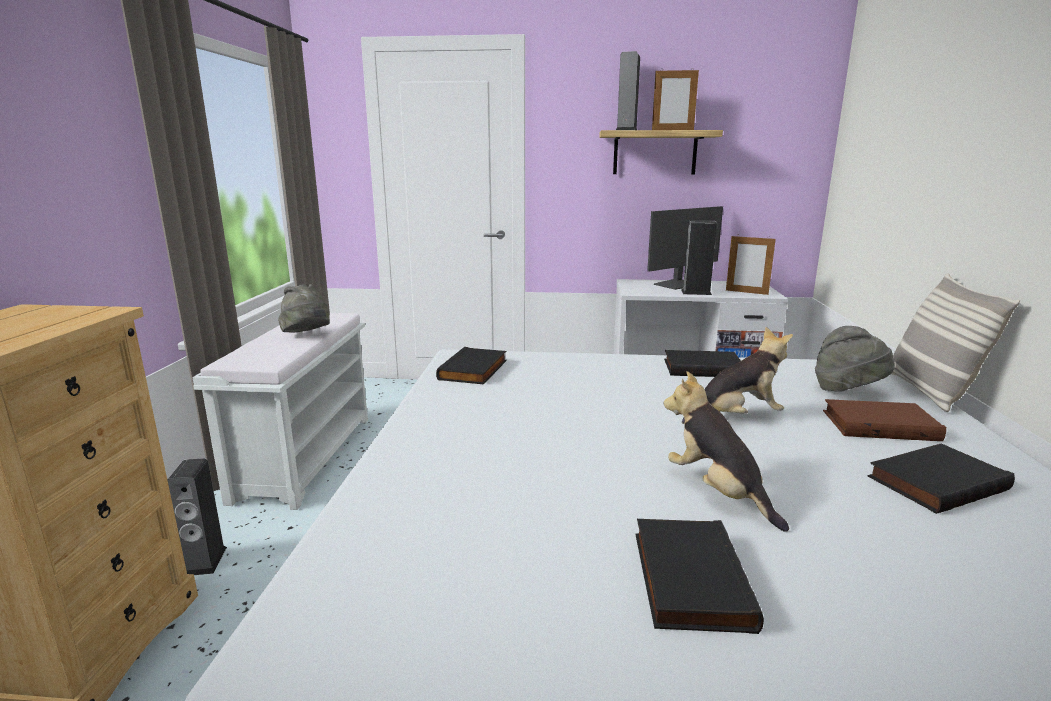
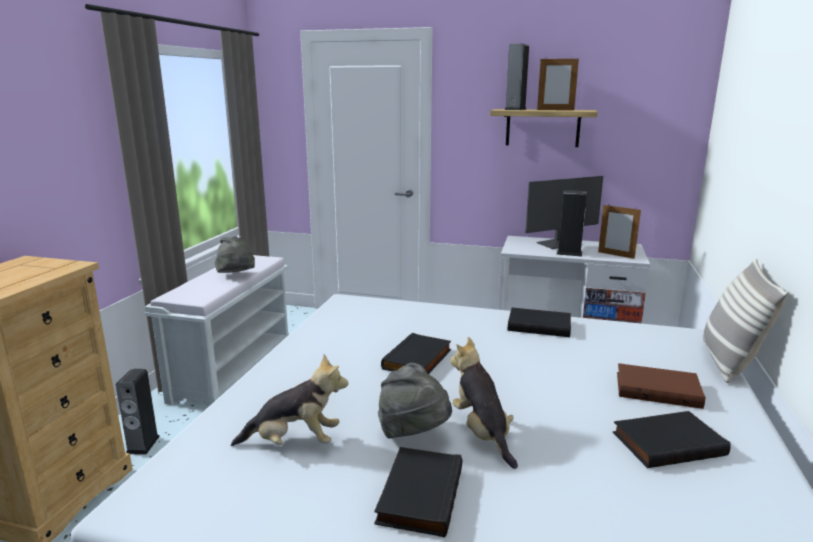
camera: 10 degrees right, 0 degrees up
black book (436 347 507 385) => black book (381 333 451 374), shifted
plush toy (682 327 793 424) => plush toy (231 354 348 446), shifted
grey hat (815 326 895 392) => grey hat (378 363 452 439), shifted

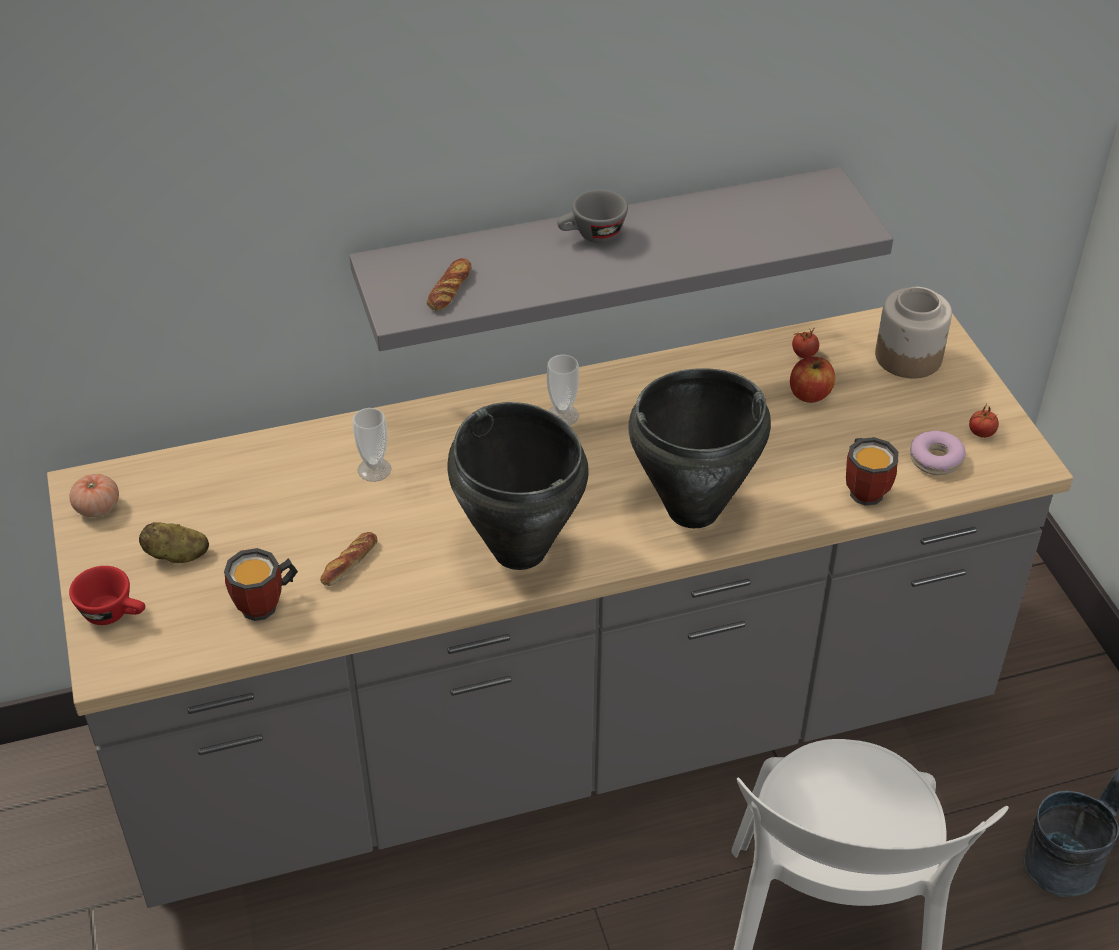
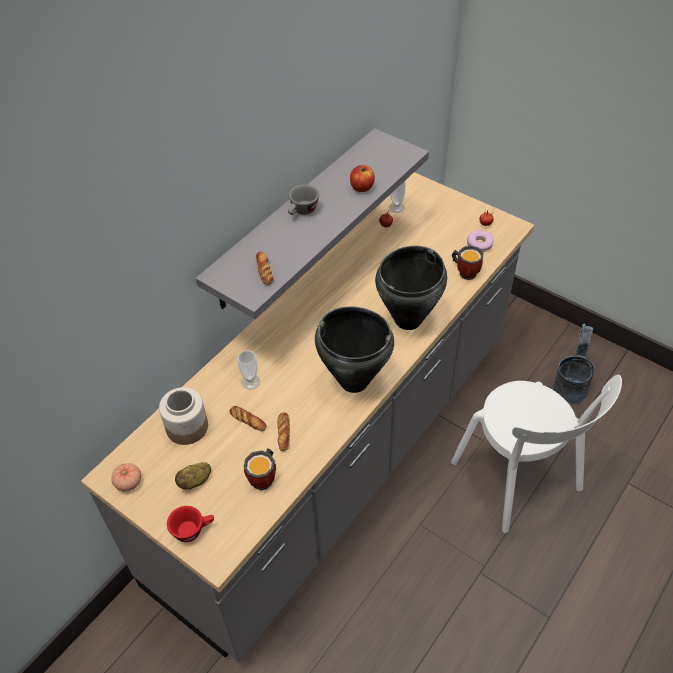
camera: 35 degrees left, 5 degrees up
nothing => bread (230 406 267 431)
cup (547 354 579 426) => cup (389 181 406 213), shifted
apple (790 357 835 403) => apple (350 165 375 192), shifted
jar (875 287 952 378) => jar (159 387 208 445), shifted

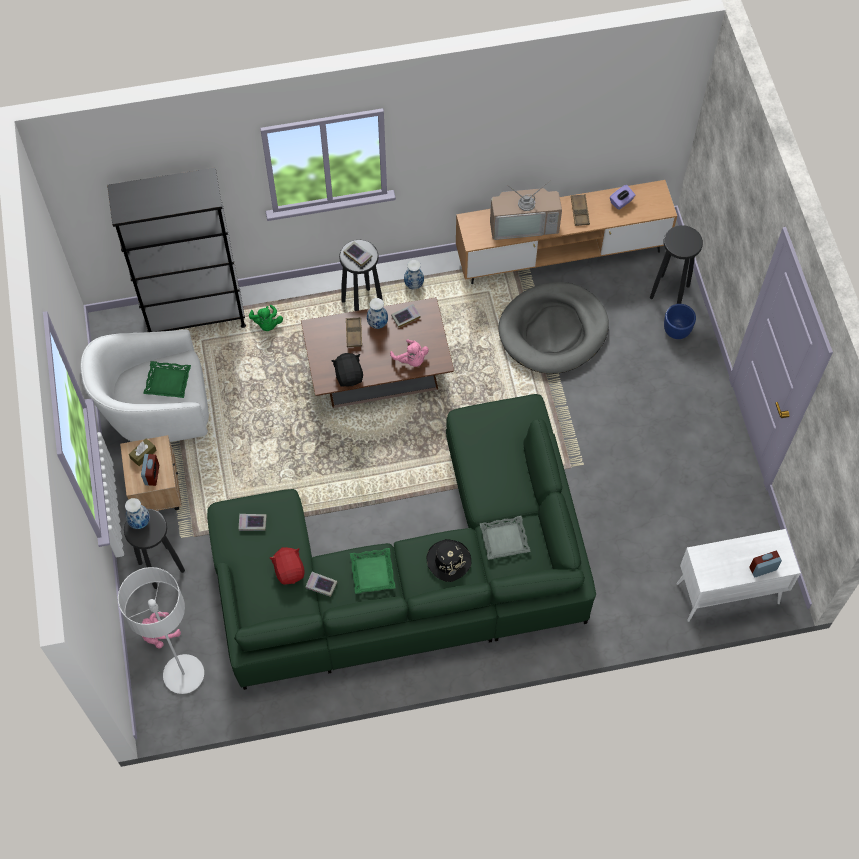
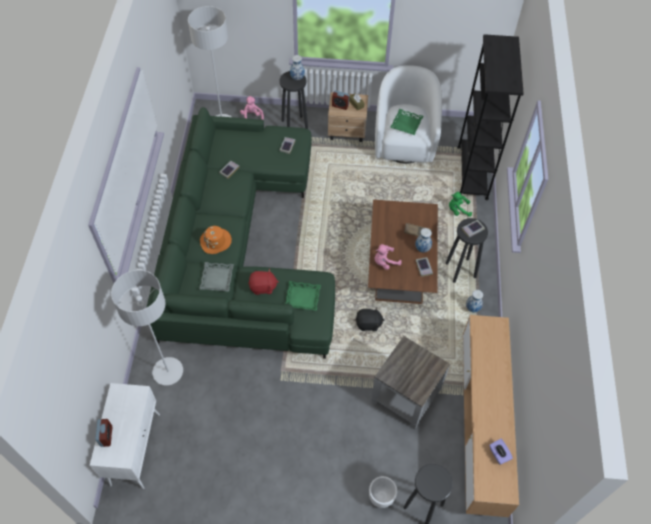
camera: 105 degrees right, 5 degrees down
television (490 180 562 240) => nothing
brown tray (571 194 590 226) => nothing
nothing => grey floor lamp (111 270 183 385)
red plush toy (270 547 305 585) => red plush toy (248 269 279 295), shifted
black plush toy (332 353 363 387) => black plush toy (356 308 385 331), shifted
green tray (350 548 396 594) => green tray (285 281 321 311), shifted
grey dog bed (498 282 609 374) => grey side table (371 336 450 430)
black hat (427 539 471 582) => orange hat (200 226 232 254)
blue planter (664 304 696 339) => white planter (369 476 397 508)

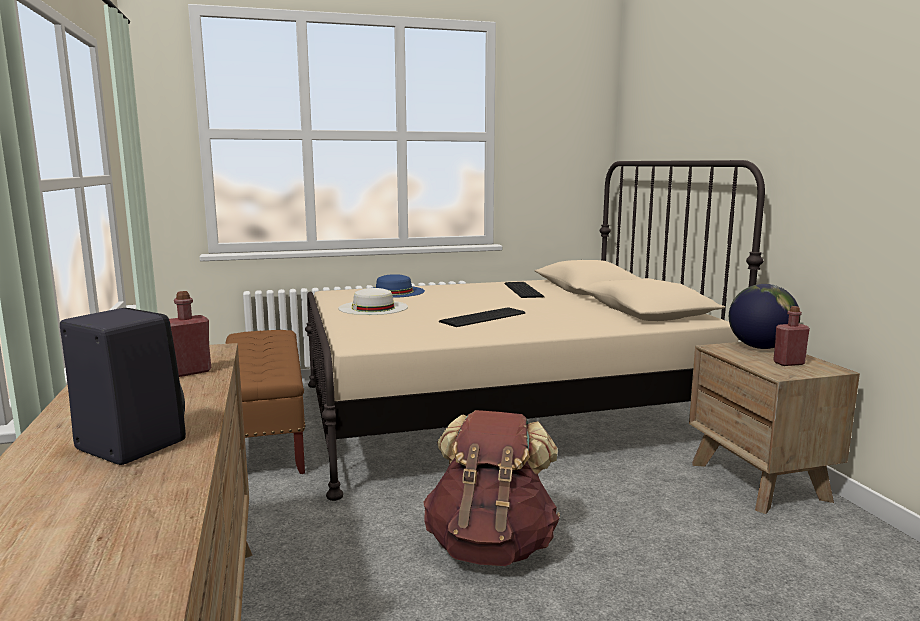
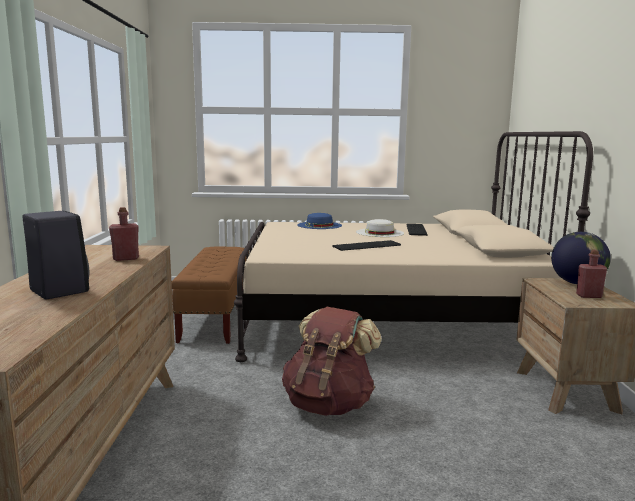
camera: 15 degrees right, 0 degrees up
white hat (338 288 408 315) => white hat (356 219 404 237), shifted

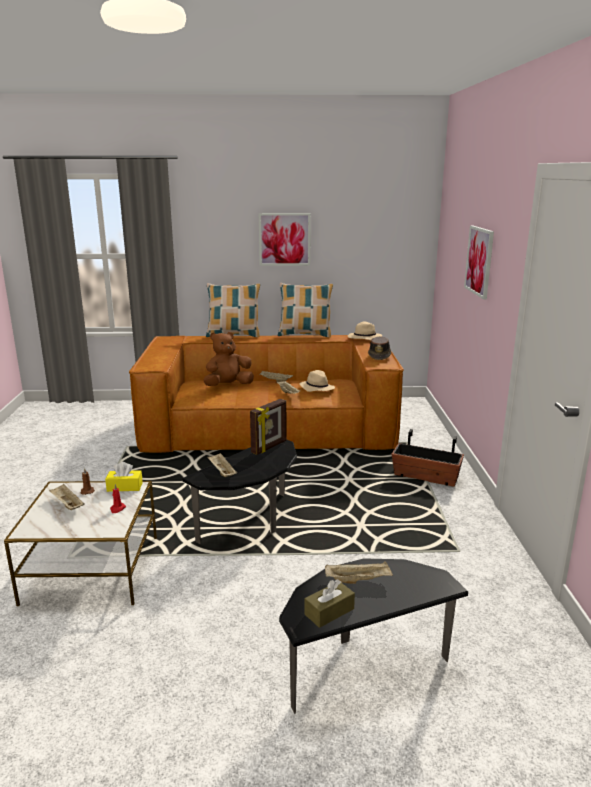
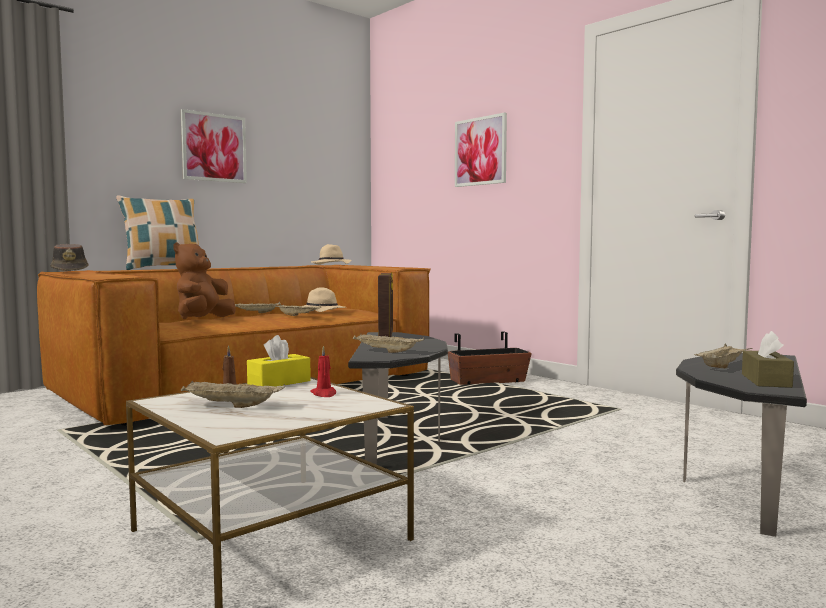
camera: 40 degrees left, 15 degrees down
pillow (278 283 333 338) => nothing
brown hat (368 336 392 360) => brown hat (50 244 89 271), shifted

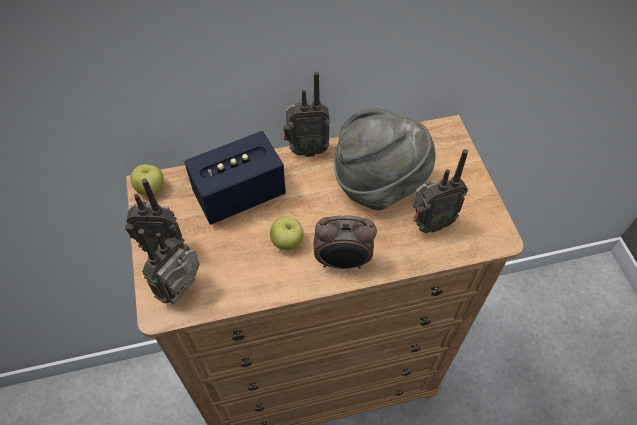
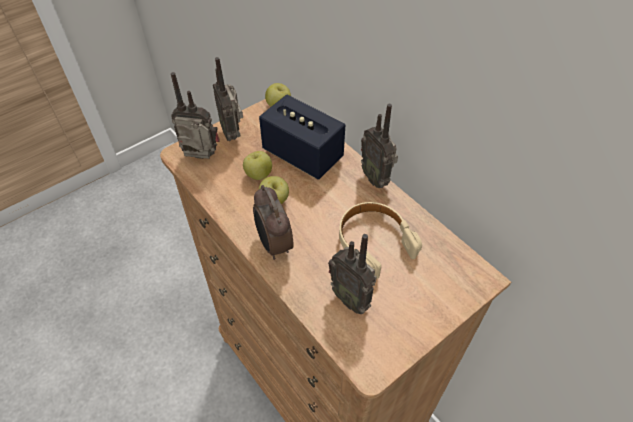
camera: 65 degrees right, 5 degrees down
nothing => apple (243 151 272 180)
grey hat (334 108 436 210) => beige headphones (339 202 422 279)

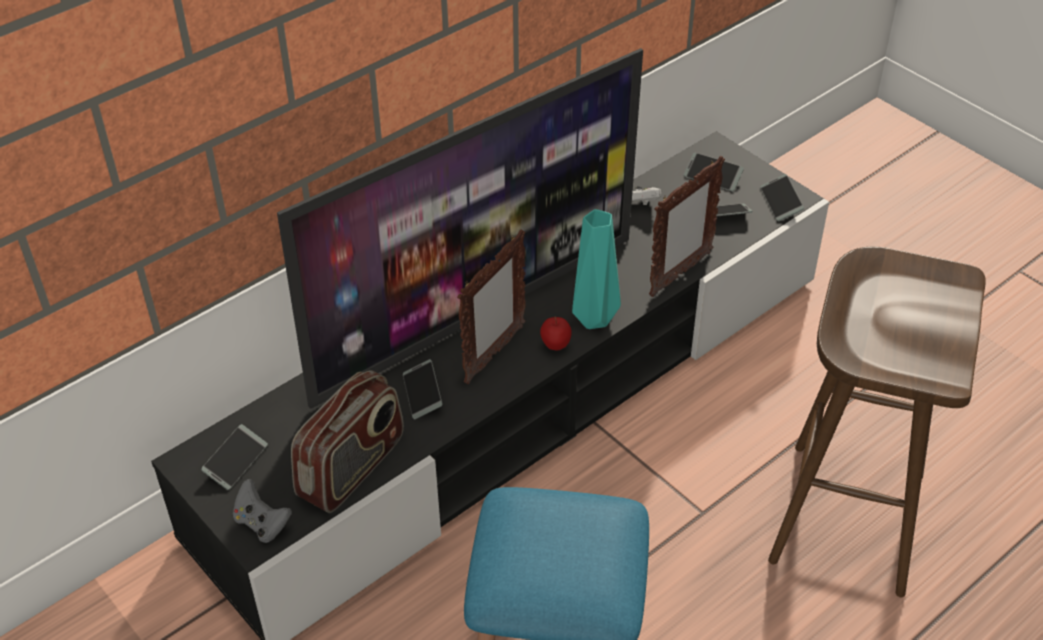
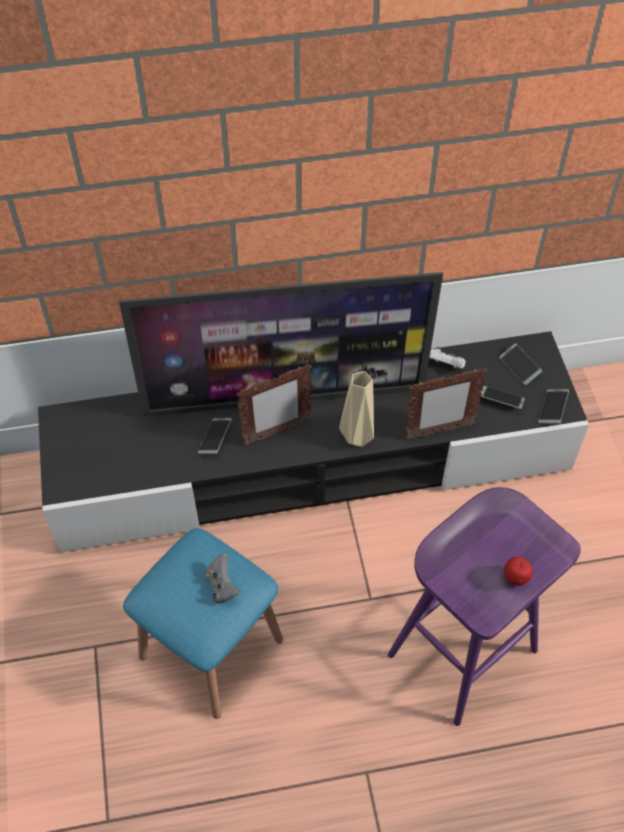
camera: 30 degrees right, 10 degrees up
phone (201 424 268 490) => nothing
radio (291 370 404 513) => nothing
grey game controller (233 479 292 543) => grey game controller (205 553 240 604), shifted
apple (540 316 572 350) => apple (504 557 532 586), shifted
turquoise vase (572 209 621 329) => beige vase (339 371 374 447)
brown stool (768 247 986 597) => purple stool (388 487 581 726)

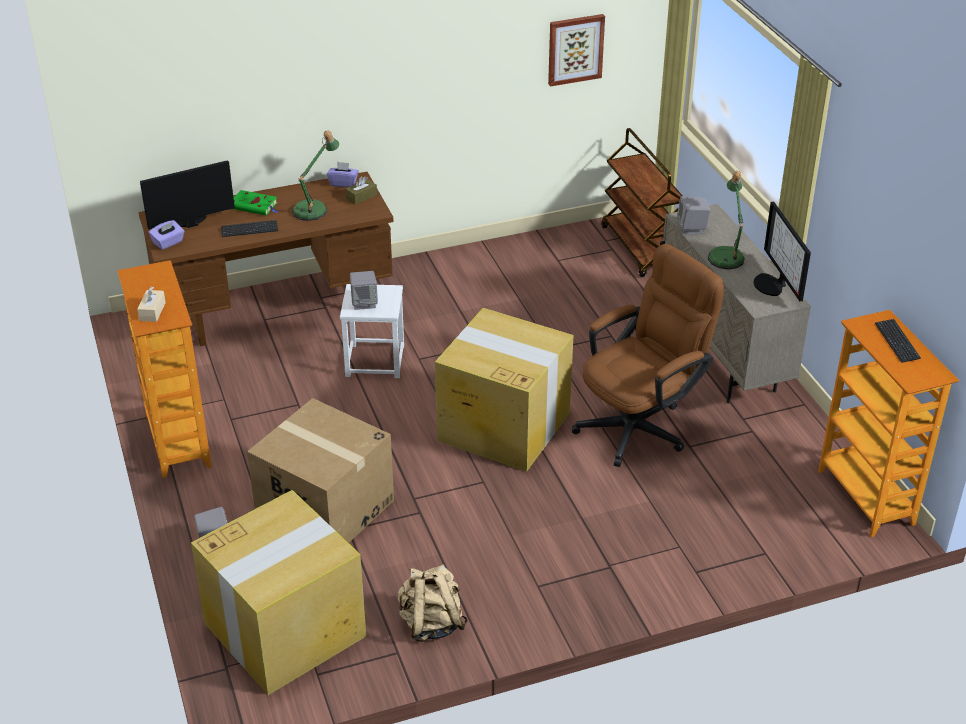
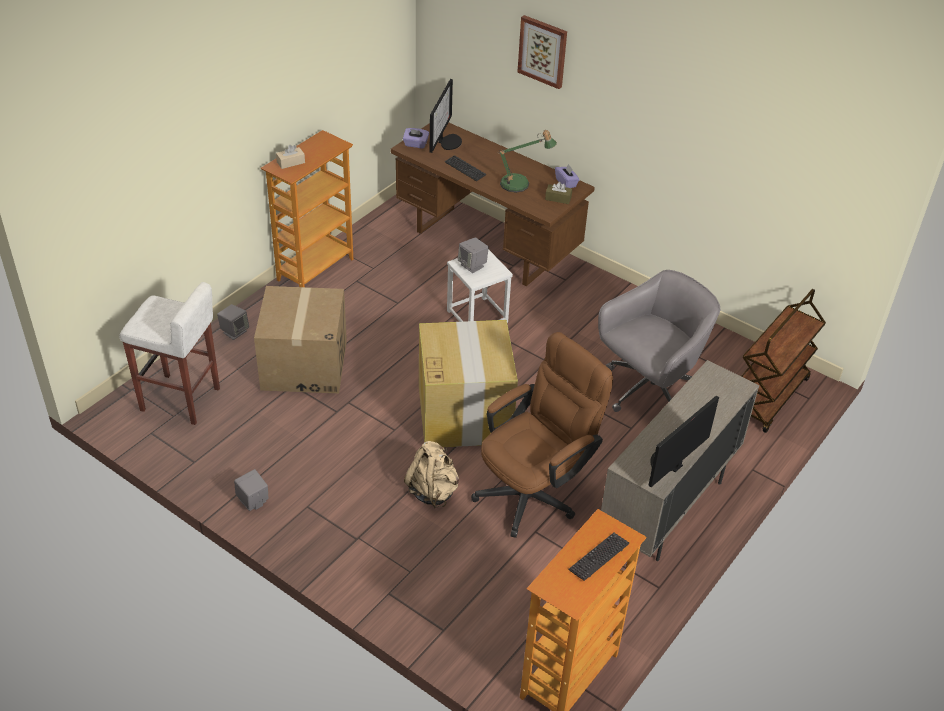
camera: 55 degrees right, 5 degrees up
green book (232 190 279 215) => nothing
table lamp (708 171 745 270) => nothing
nothing => grey office chair (598 270 720 412)
beige backpack (398 564 468 642) => beige backpack (404 441 459 508), shifted
picture (548 14 605 86) => picture (517 15 567 89), shifted
grey speaker (677 196 711 235) => grey speaker (234 469 269 511), shifted
cardboard box (191 490 366 695) => white stool (119 282 220 425)
monitor (140 160 235 229) => monitor (430 79 462 153), 75 degrees clockwise
brown office chair (572 244 724 467) => brown office chair (471 332 613 538), 60 degrees counterclockwise

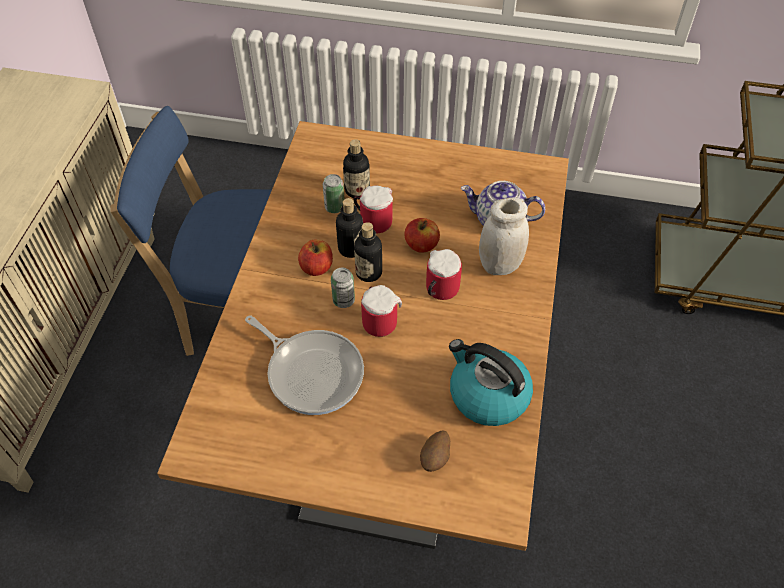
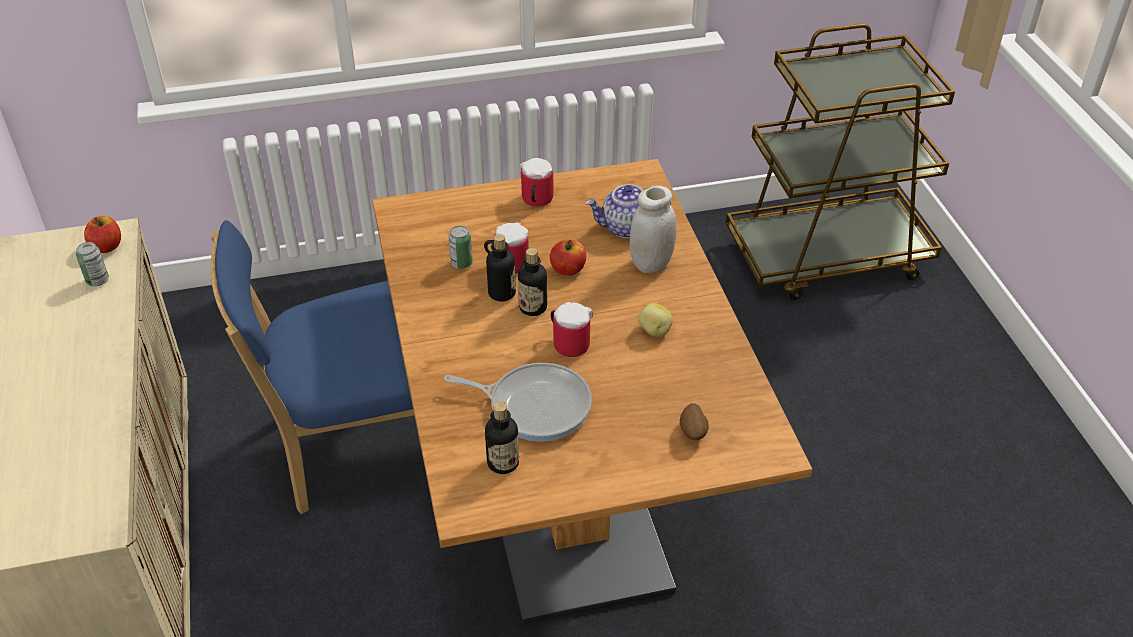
camera: 25 degrees left, 10 degrees down
kettle (449 339 533 426) => nothing
nothing => potato (638 303 673 337)
apple (298 239 333 276) => apple (84 216 121 253), shifted
can (331 268 355 308) => can (76 242 109 286), shifted
bottle (343 139 370 198) => bottle (485 402 519 474), shifted
mug (426 249 462 300) => mug (519 158 553 207), shifted

